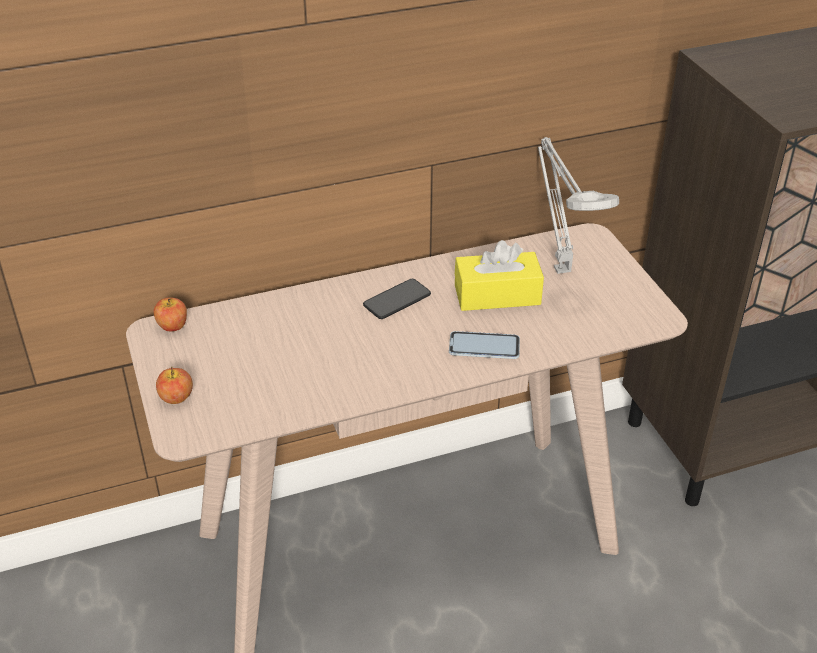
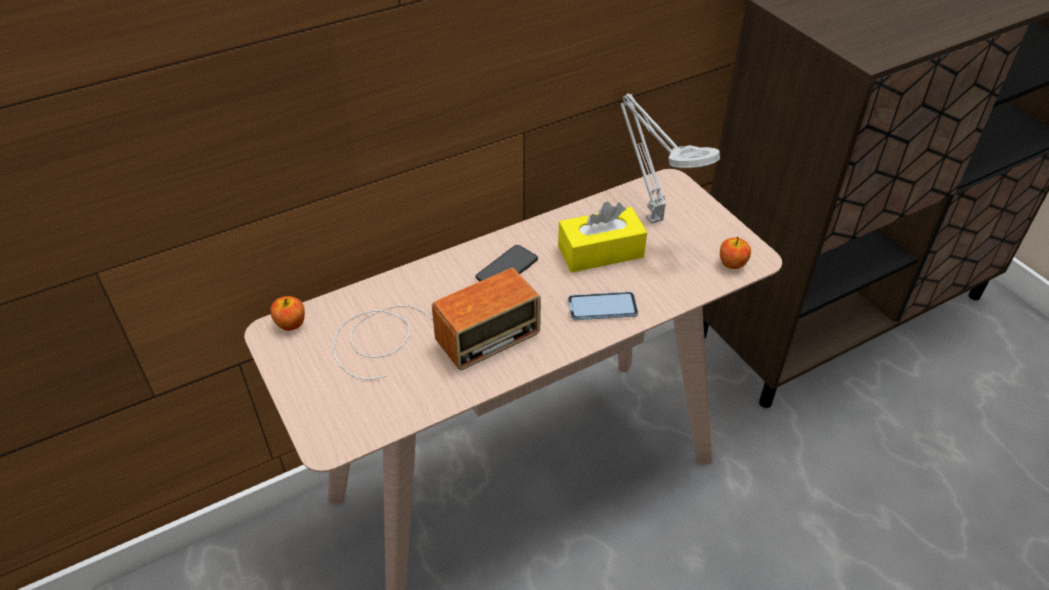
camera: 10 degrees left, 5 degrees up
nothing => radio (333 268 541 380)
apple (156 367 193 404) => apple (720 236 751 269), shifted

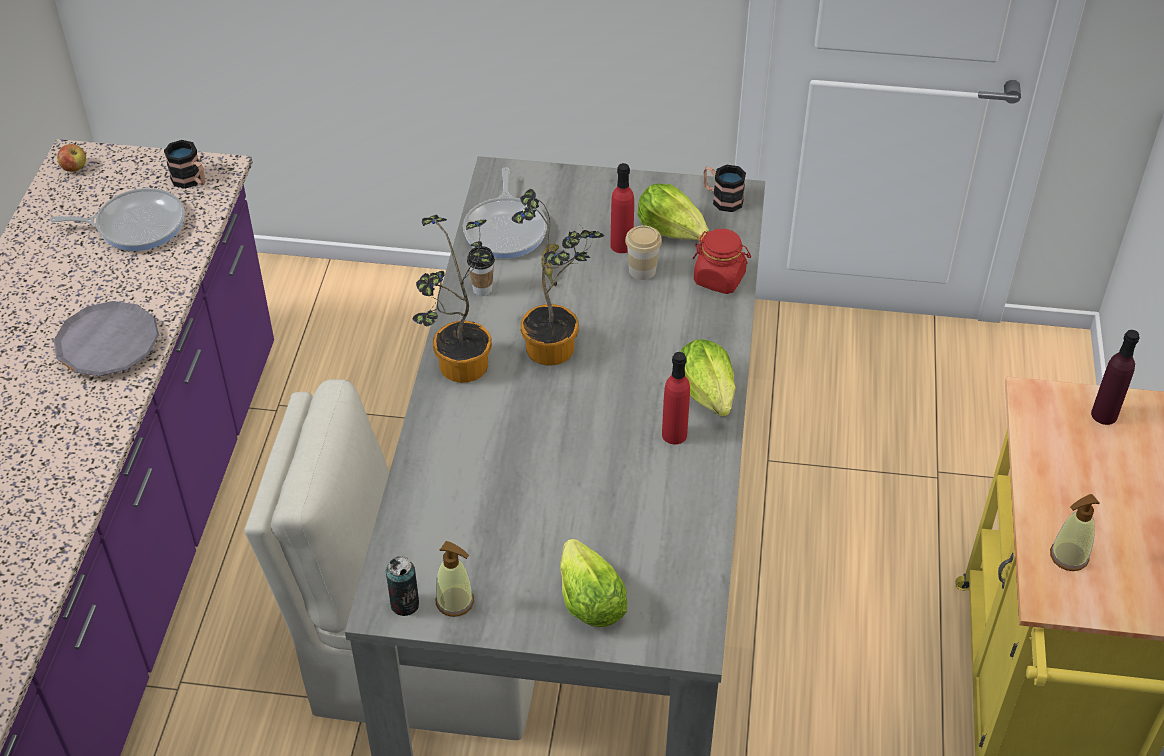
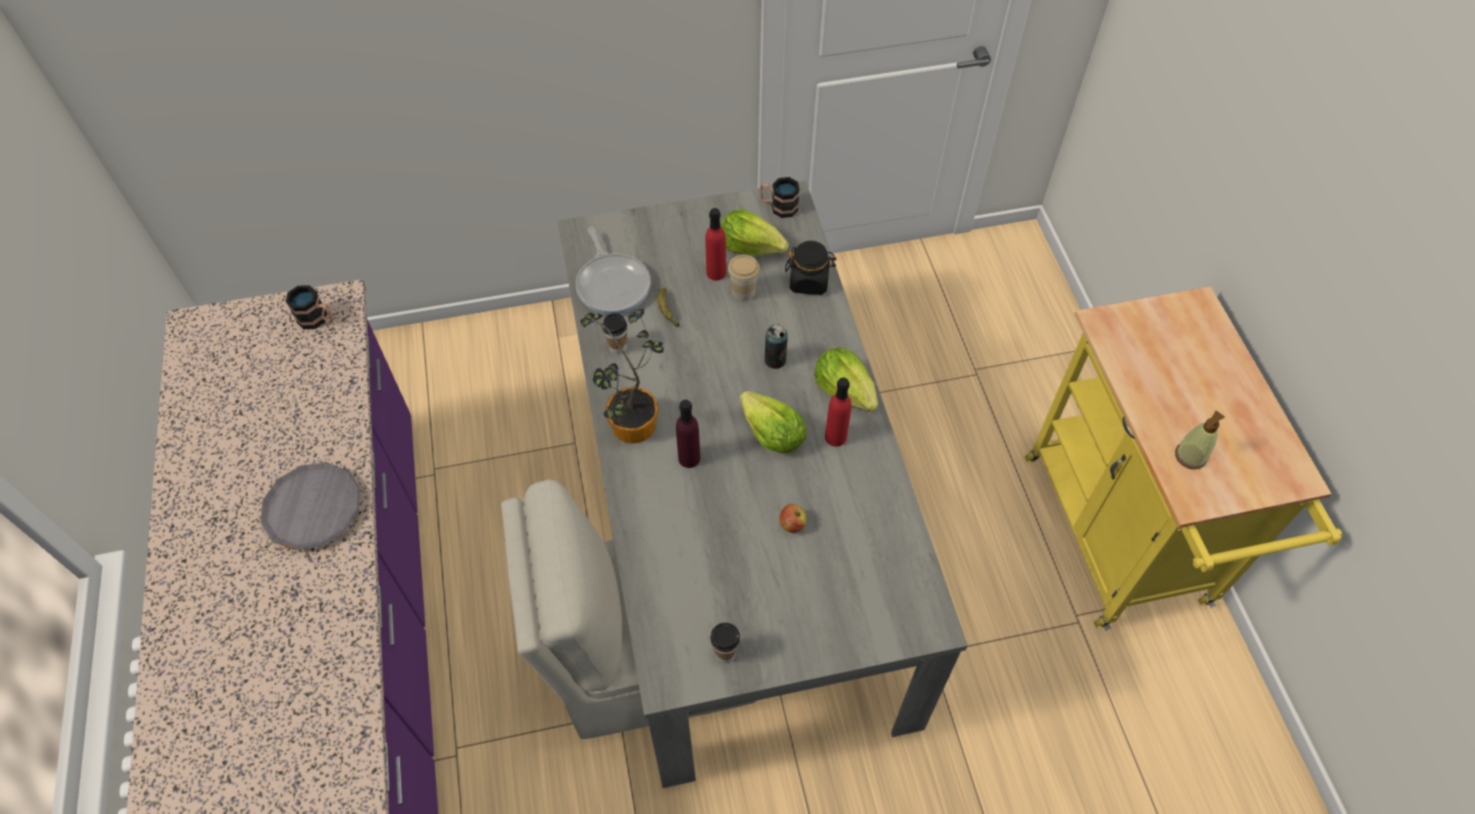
camera: 20 degrees left, 10 degrees up
frying pan (49 188 184 251) => nothing
potted plant (512 189 604 366) => nothing
apple (57 144 86 172) => apple (779 504 807 533), shifted
can (386 556 419 616) => can (765 324 788 369), shifted
lettuce (560 539 628 627) => lettuce (740 391 807 453), shifted
purple bottle (1091 330 1140 425) => purple bottle (676 400 700 468), shifted
soap dispenser (436 541 474 617) => cup (710 623 740 663)
red jar (693 229 751 294) => black jar (785 241 836 295)

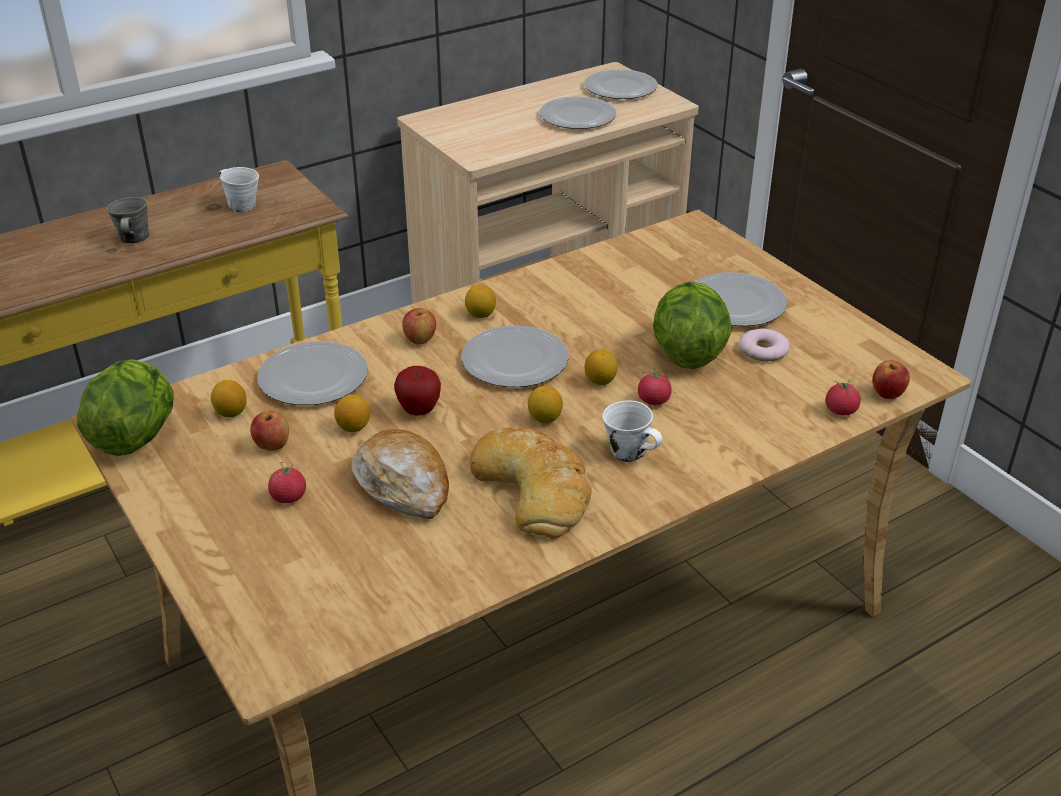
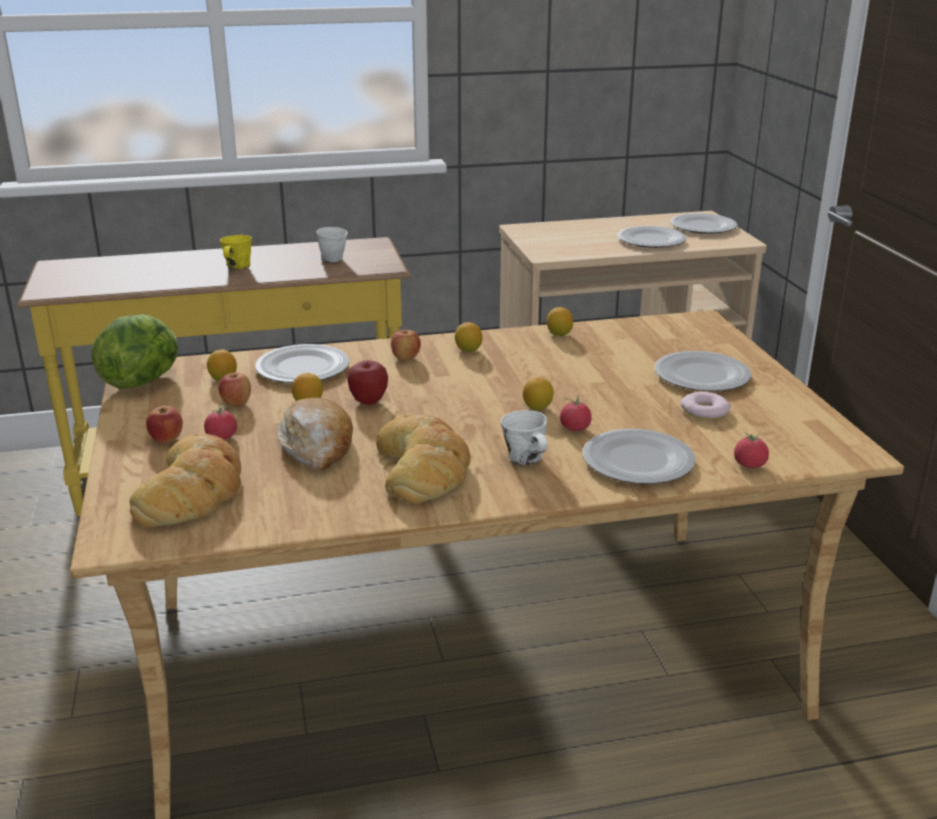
camera: 20 degrees right, 10 degrees down
lettuce (653 281 731 369) => nothing
nothing => bread (129 433 241 528)
plate (462 326 569 387) => plate (583 429 696 484), shifted
lemon (528 386 563 423) => lemon (547 307 573 336), shifted
apple (872 360 910 399) => apple (146 406 183 443), shifted
grey mug (107 197 149 243) => yellow mug (220 235 252 269)

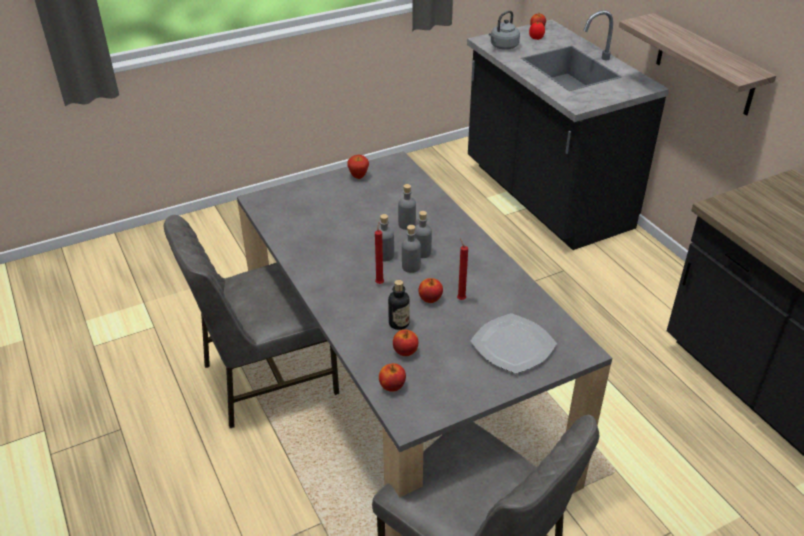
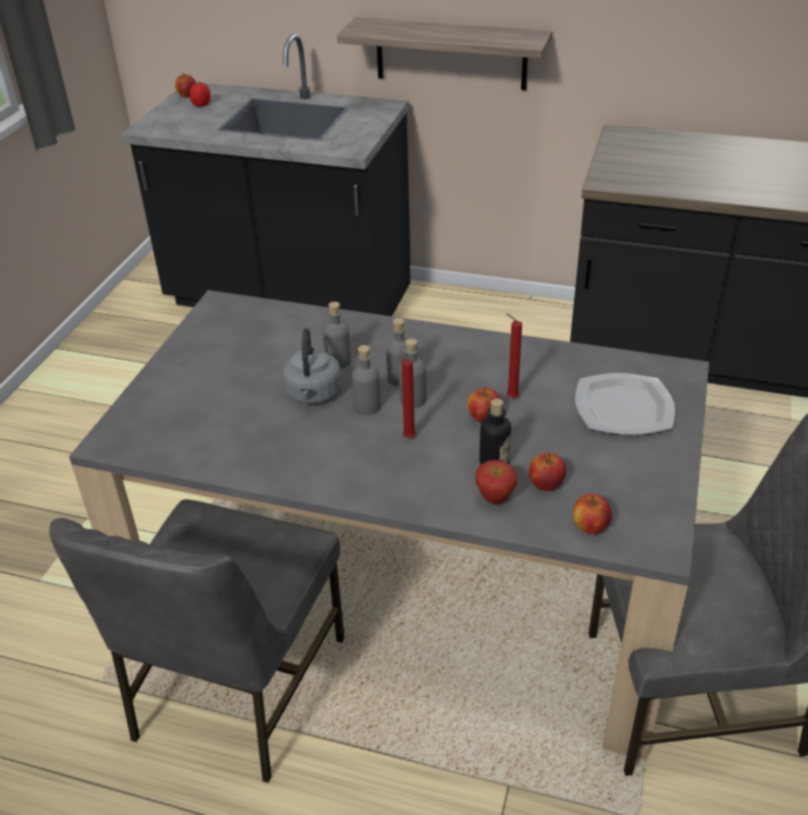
camera: 45 degrees left, 0 degrees up
apple (347 155 369 179) => apple (475 460 517 504), shifted
grey kettle (488 10 520 50) => grey kettle (283 328 341 404), shifted

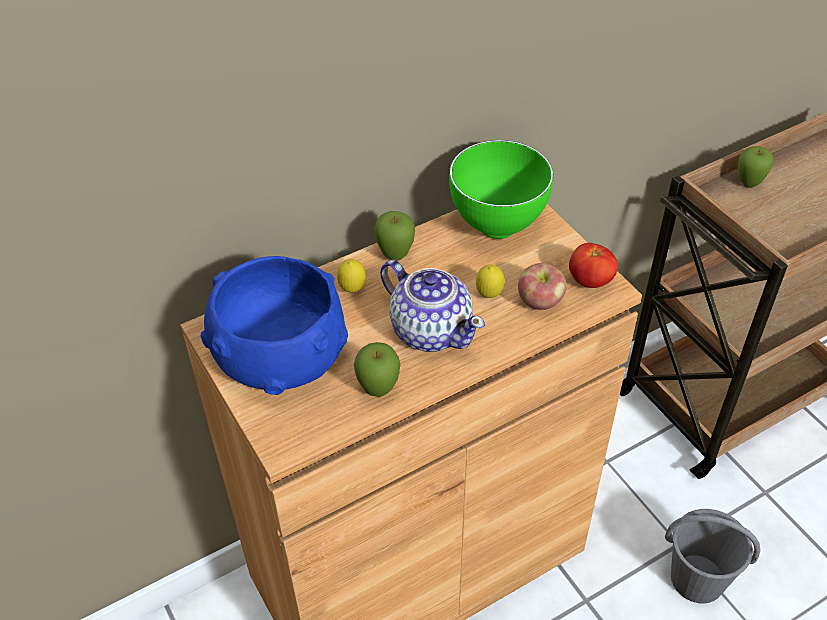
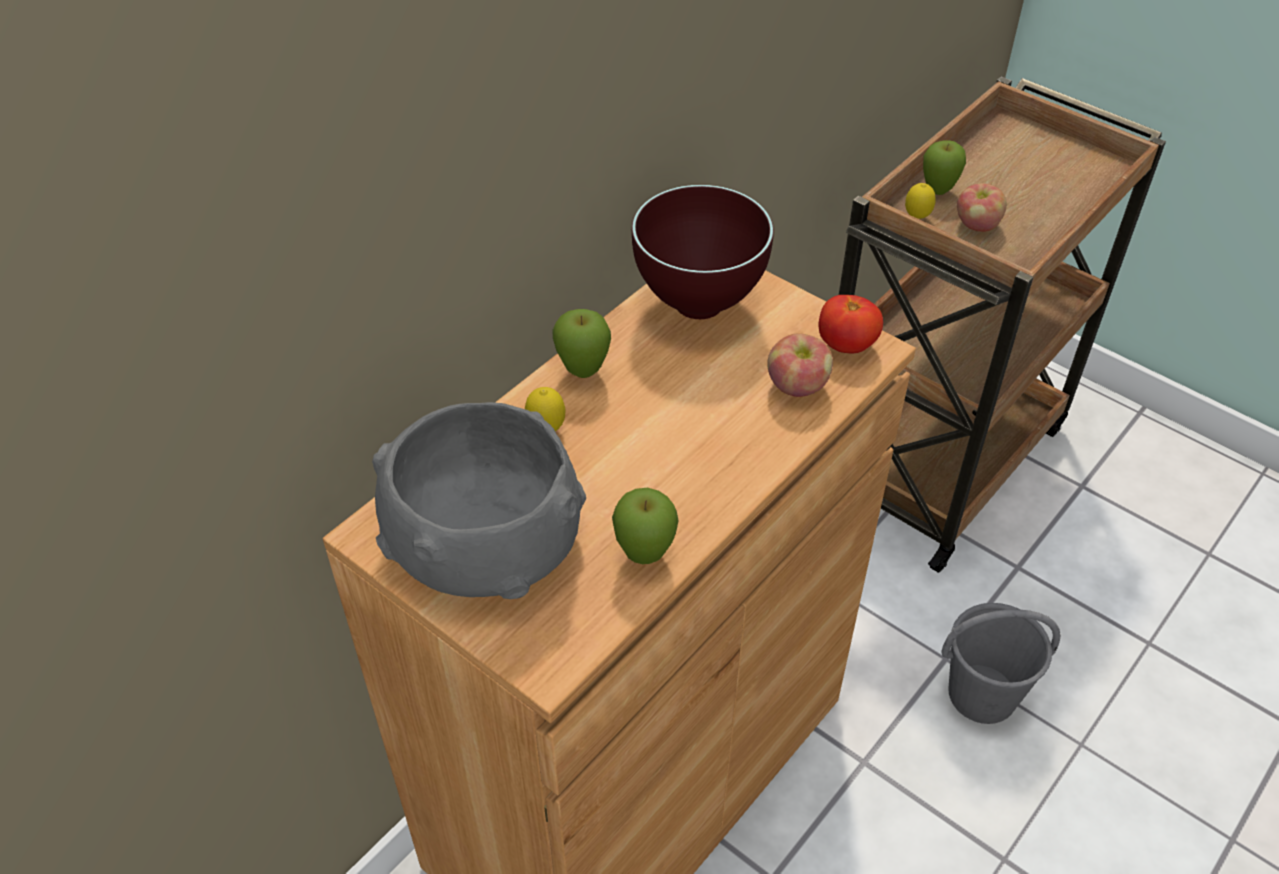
camera: 20 degrees left, 0 degrees up
teapot (380 260 485 352) => nothing
nothing => apple (957 183 1007 232)
lemon (476 264 505 298) => lemon (905 183 936 219), shifted
blue bowl (200 256 348 395) => grey bowl (372 402 586 599)
green bowl (449 140 554 239) => brown bowl (632 185 774 319)

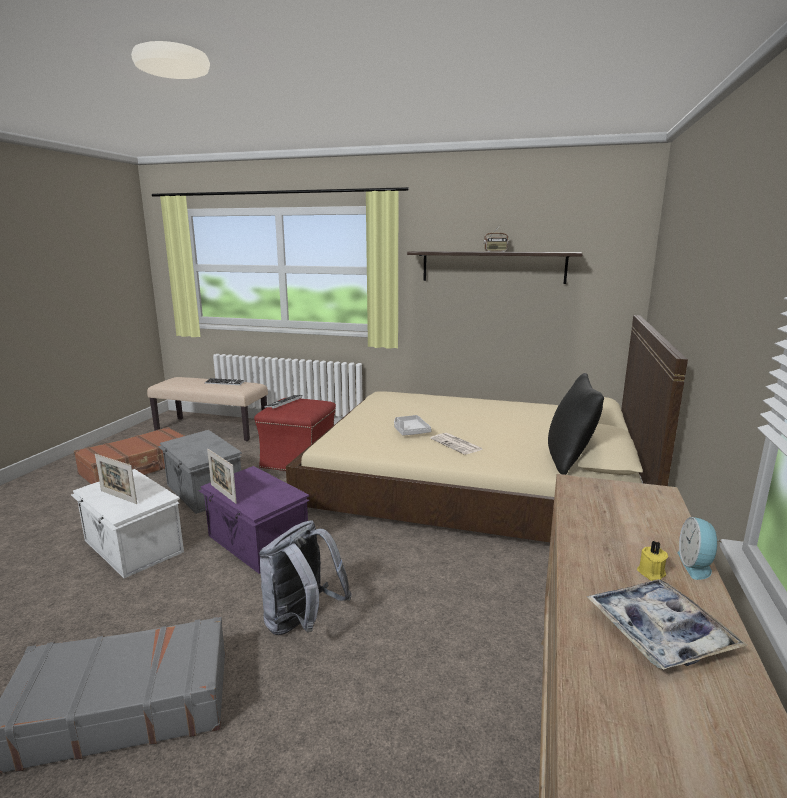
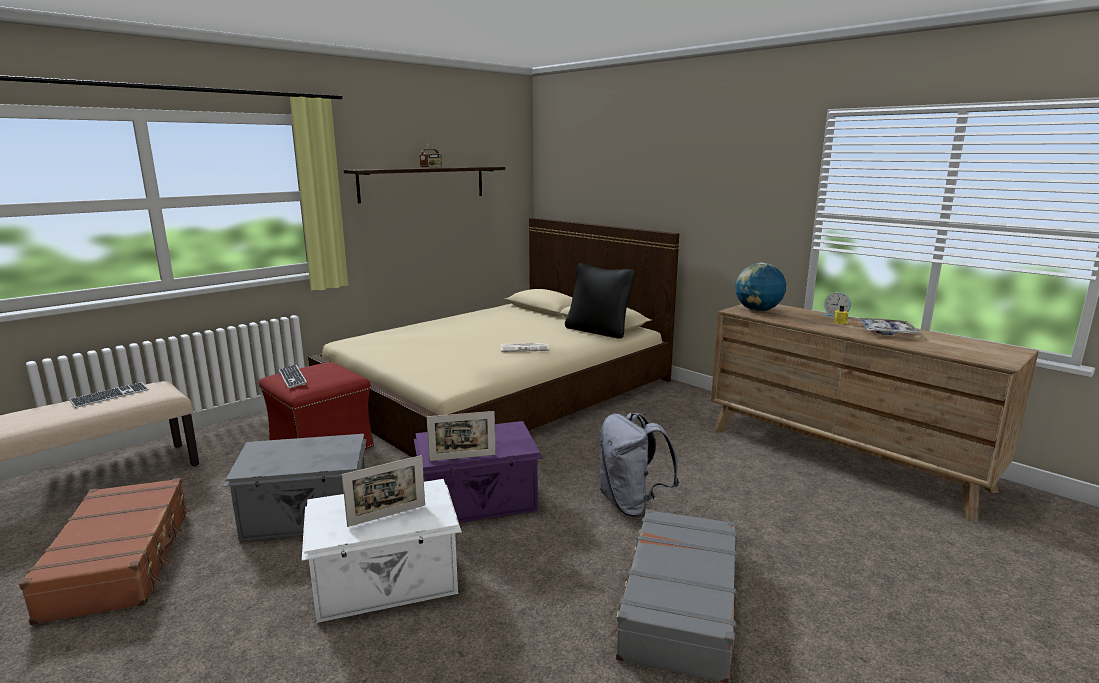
camera: 60 degrees left, 0 degrees up
grey tray (394 415 432 436) => nothing
nothing => globe (735 262 786 311)

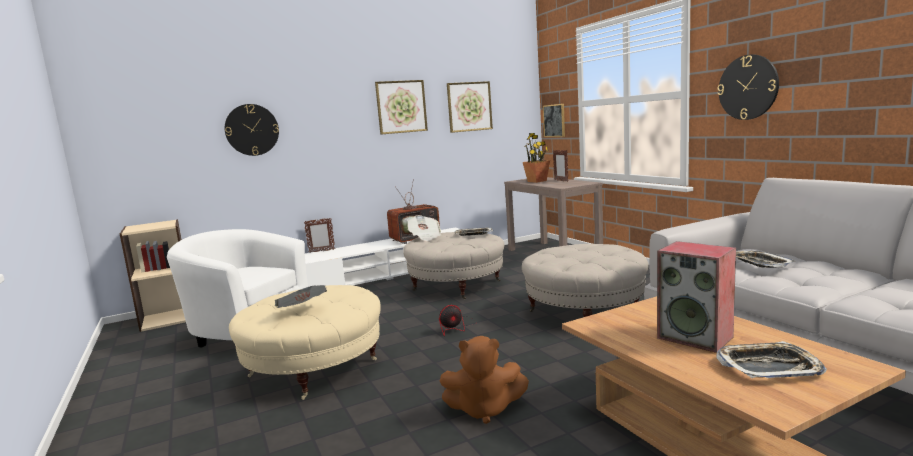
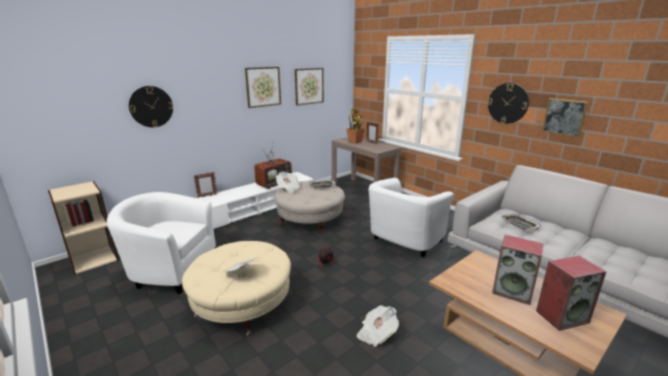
camera: 15 degrees left, 10 degrees up
picture (543 104 565 137) => picture (542 98 588 137), shifted
brown plush toy (440 336 529 424) => newspaper (357 305 399 347)
beige ottoman (522 244 649 317) => white armchair (368 178 454 258)
tray (716 341 827 378) => speaker (536 256 607 331)

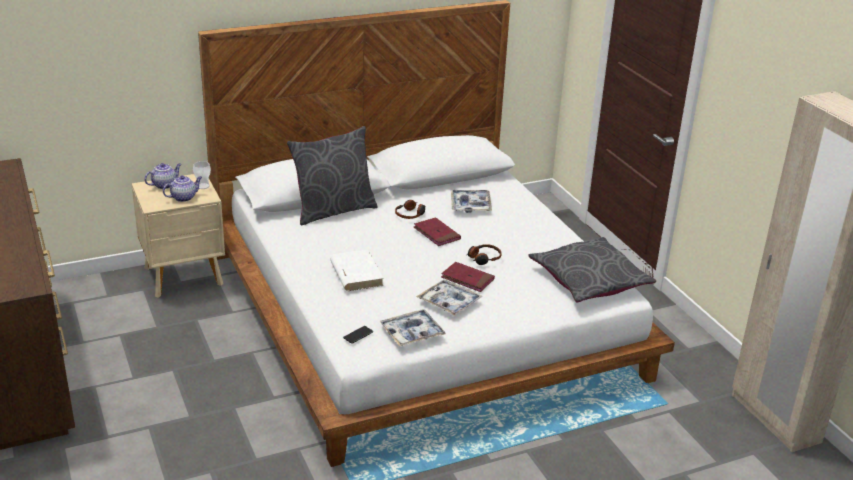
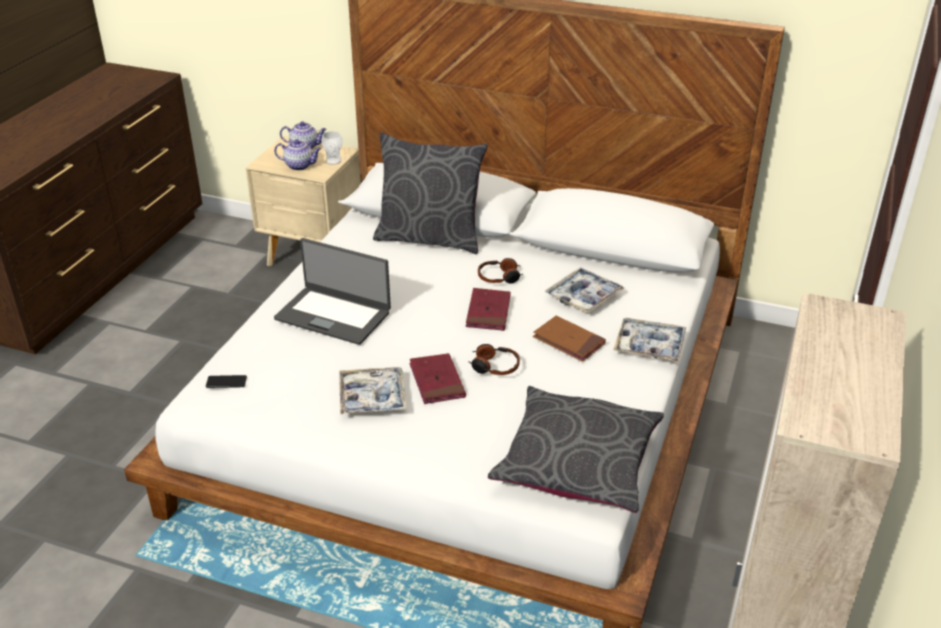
camera: 45 degrees right, 5 degrees up
nothing => brown book (533 316 606 362)
tray (380 309 446 346) => tray (613 318 686 362), shifted
white book (330 250 384 291) => laptop (274 238 391 345)

